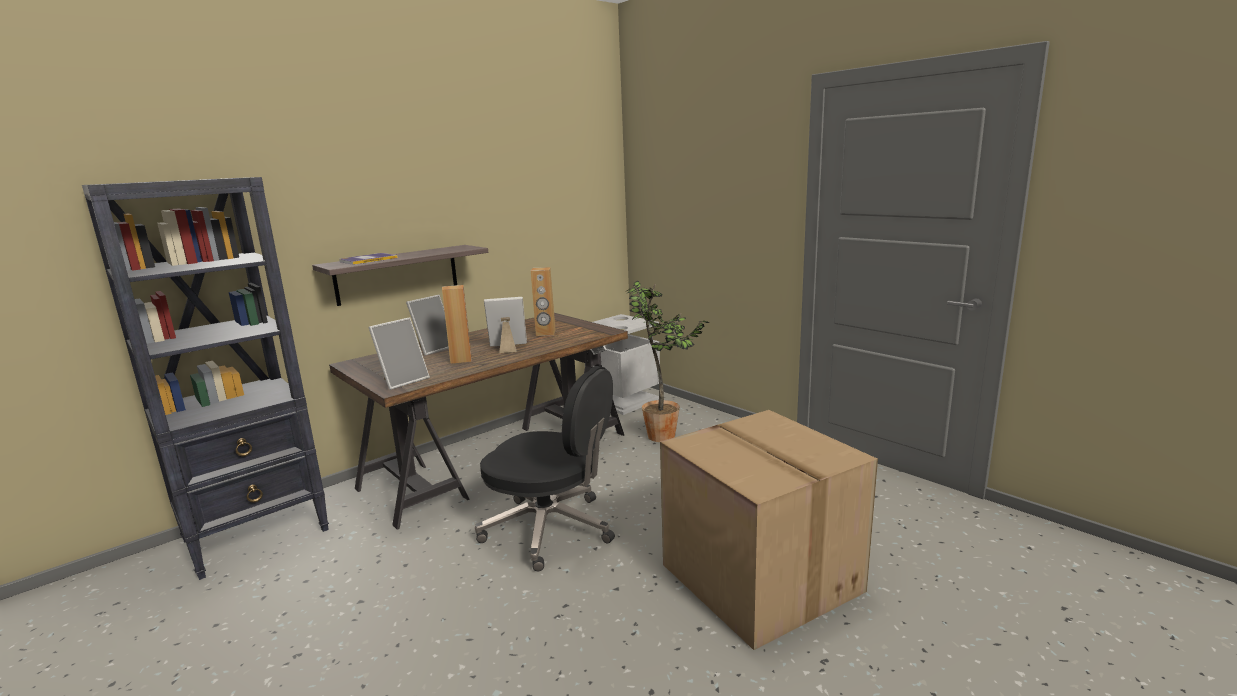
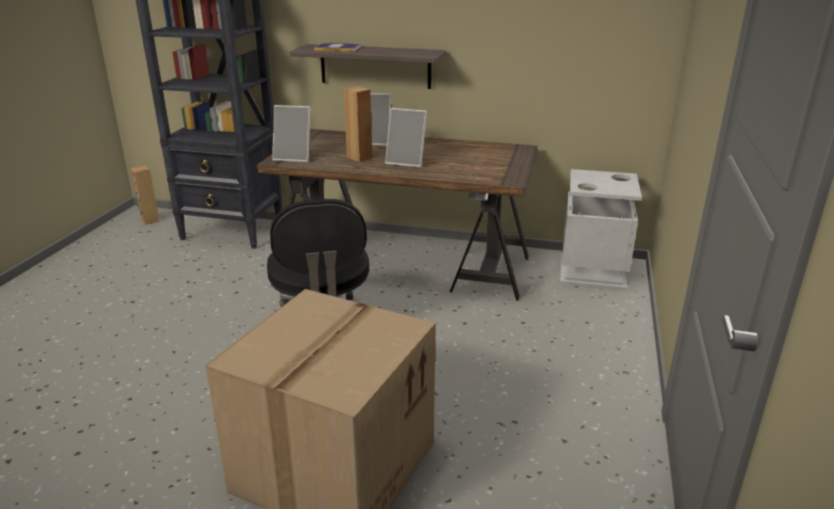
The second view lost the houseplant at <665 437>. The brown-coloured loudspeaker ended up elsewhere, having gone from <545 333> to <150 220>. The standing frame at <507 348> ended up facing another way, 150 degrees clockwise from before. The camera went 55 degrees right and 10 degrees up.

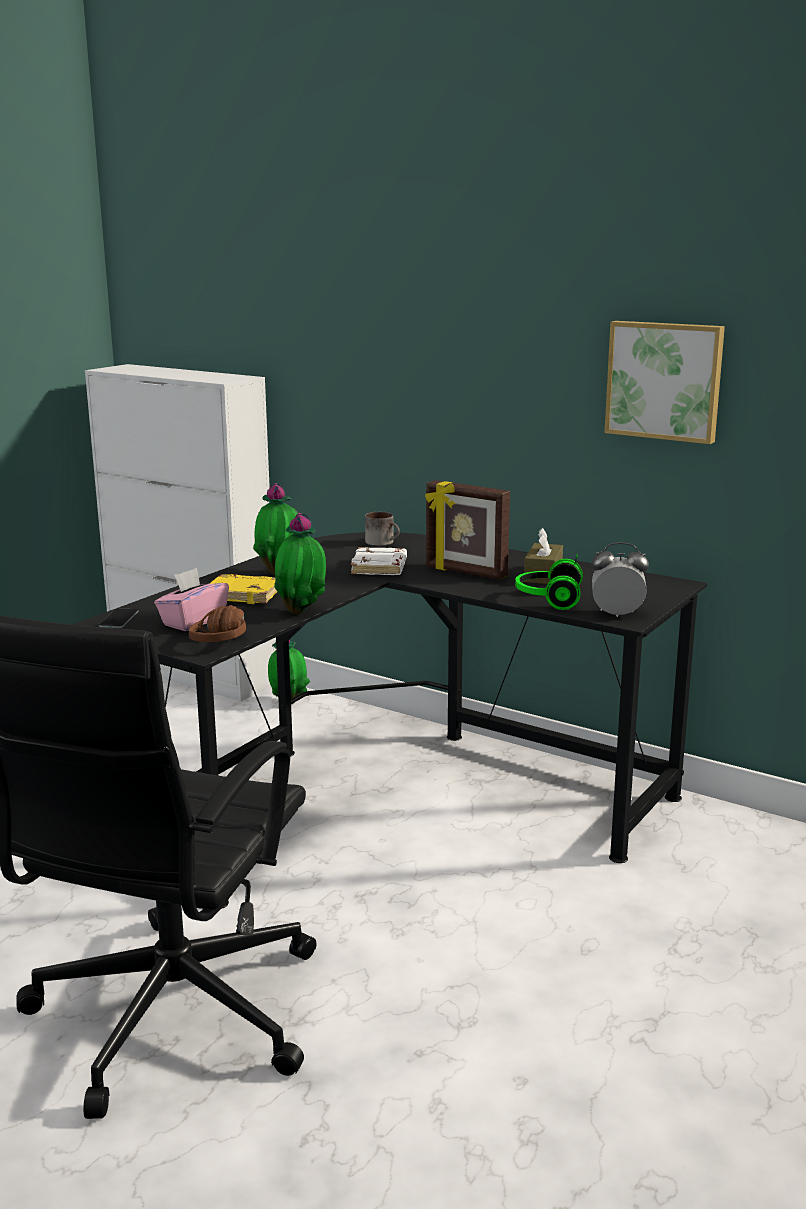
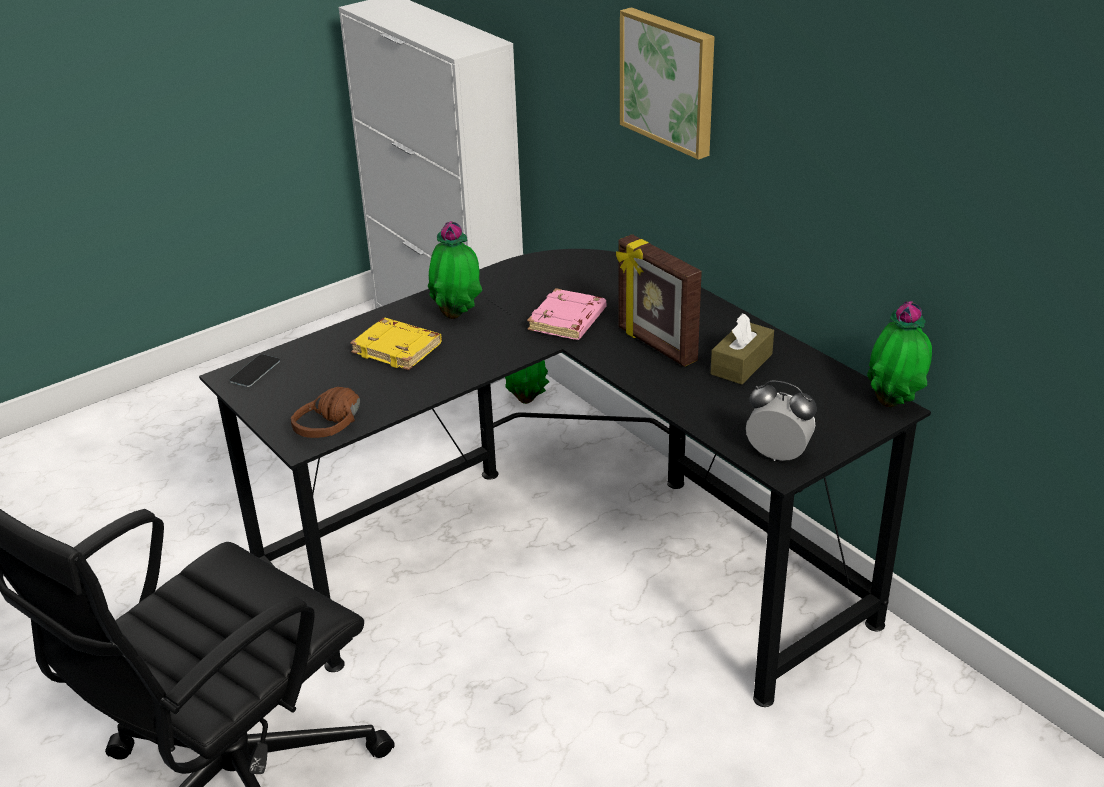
The second view lost the pinkish box of tissues at <193 621>. The second view lost the tea mug at <383 542>. The second view lost the headset at <547 599>. The houseplant ended up elsewhere, having gone from <302 612> to <894 403>. The wall art ended up elsewhere, having gone from <664 380> to <670 81>. What was the whitish bound book at <380 567> turned into the pinkish bound book at <568 321>. The camera went 20 degrees right and 15 degrees up.

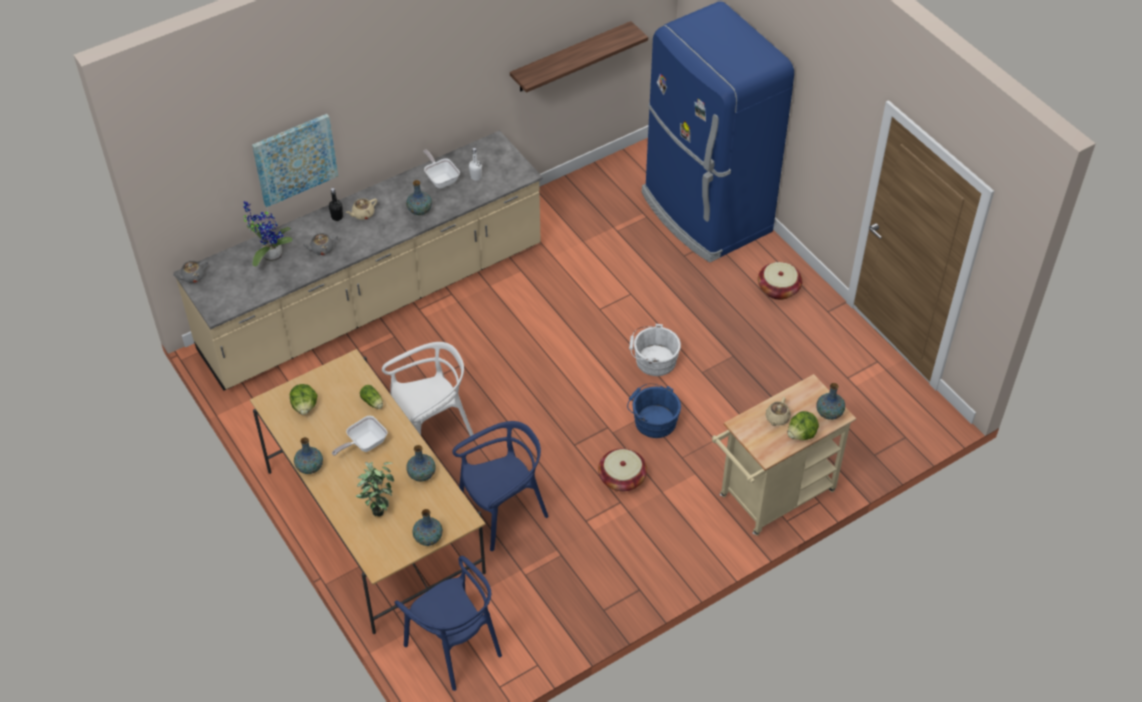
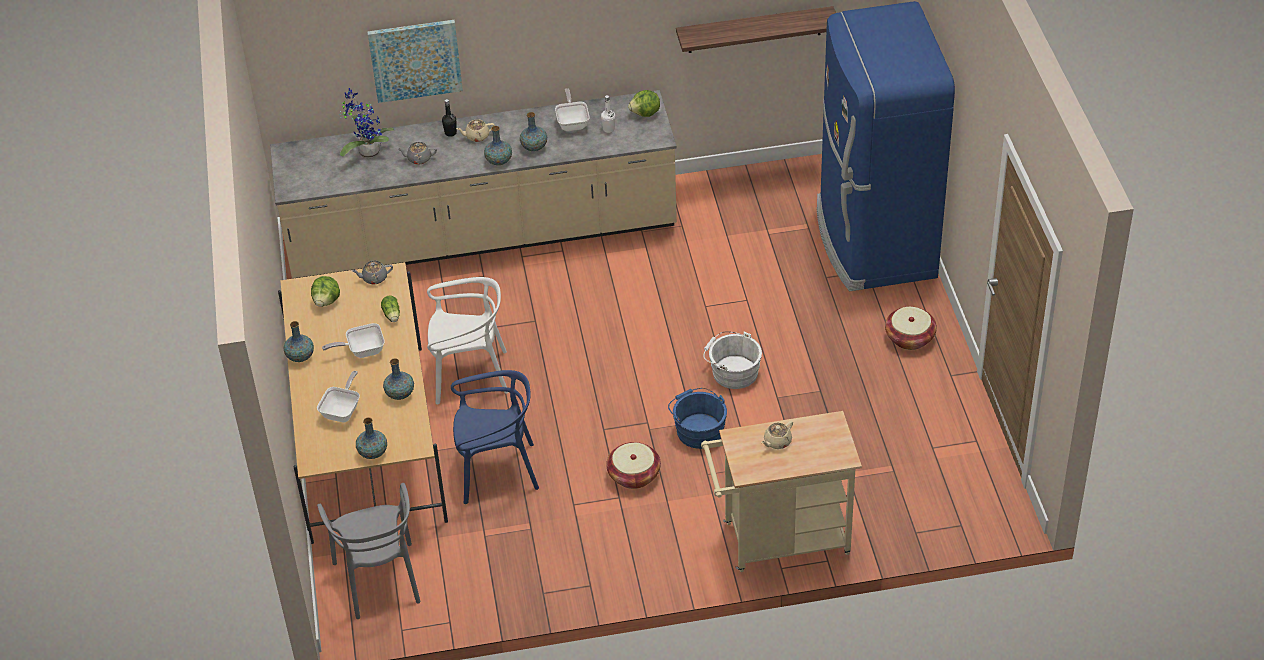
The greyish tea pot ended up elsewhere, having gone from <192 277> to <374 278>. The lettuce ended up elsewhere, having gone from <801 434> to <645 113>. The flower vase ended up elsewhere, having gone from <829 413> to <499 161>. Where the houseplant stood at <378 506>, the skillet came to stand at <343 410>. What was the blue-coloured plain chair at <454 647> turned into the greyish plain chair at <379 580>. The camera went 25 degrees right and 5 degrees down.

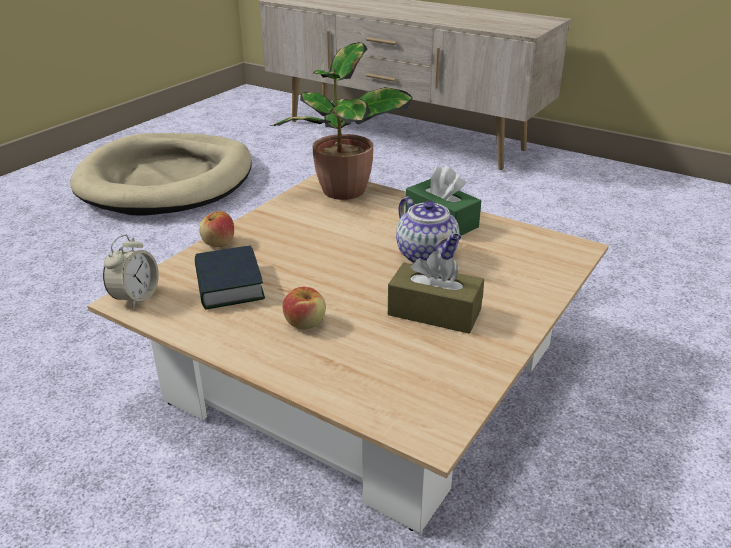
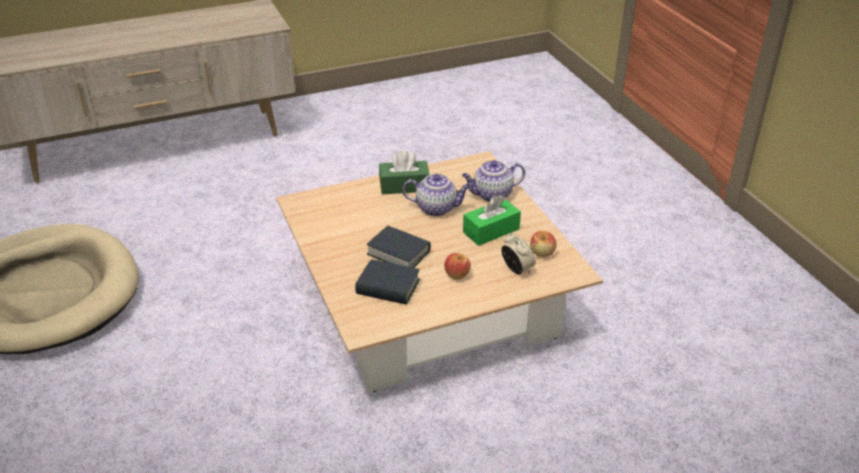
The second view lost the houseplant at <343 192>. The second view gained the bound book at <398 253>. The second view gained the tea pot at <492 195>. The bedside clock ended up elsewhere, having gone from <136 297> to <517 269>. The whole apple ended up elsewhere, having gone from <218 243> to <542 253>. What was the brown-coloured box of tissues at <434 312> turned into the greenish box of tissues at <491 231>. The camera went 55 degrees left and 5 degrees up.

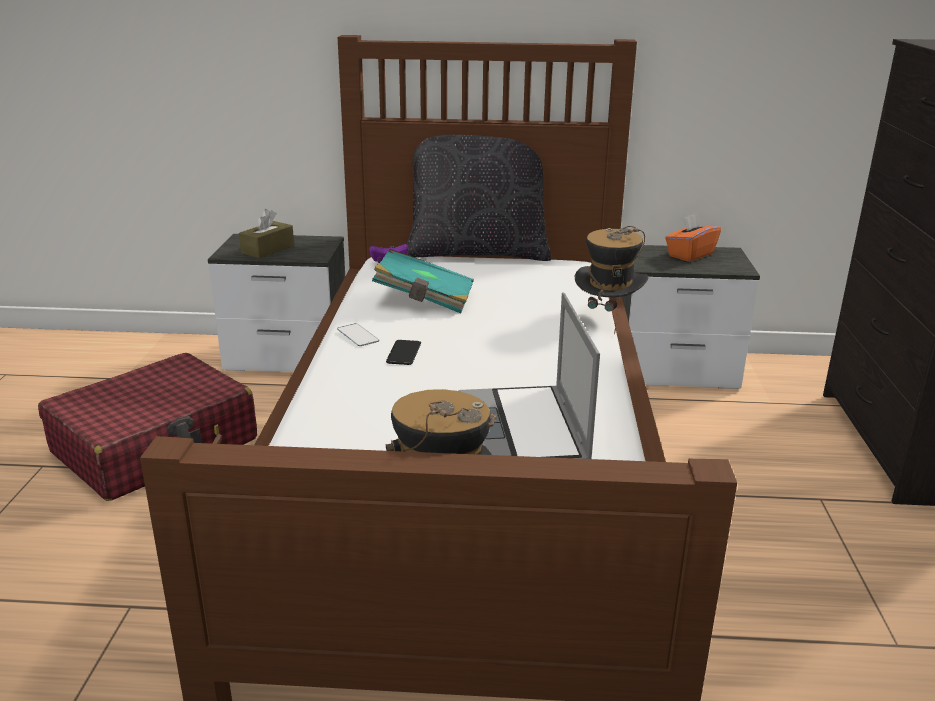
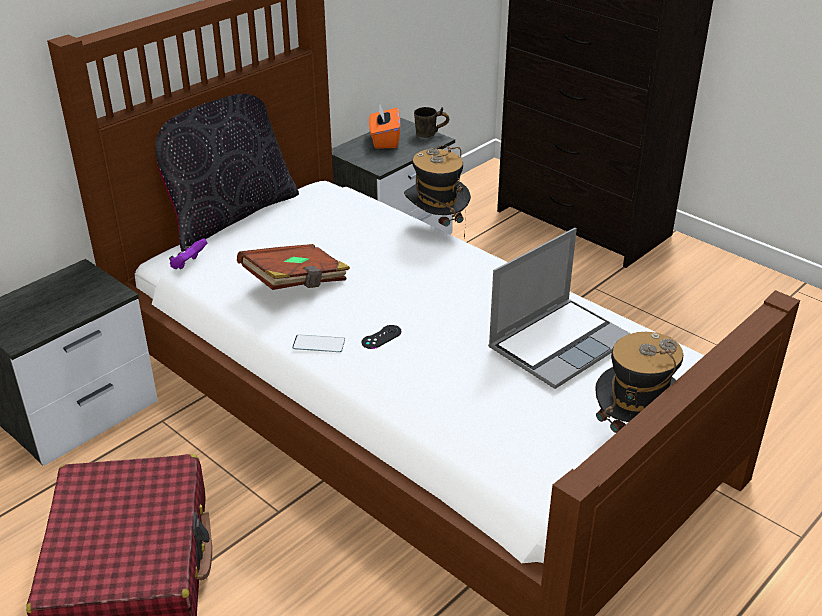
The second view lost the brown-coloured box of tissues at <268 249>. The second view gained the greyish tea mug at <430 135>. Where the phone stood at <404 353>, the blackish gamepad came to stand at <381 337>. What was the turquoise bound book at <424 300> turned into the brown-coloured bound book at <296 283>. The laptop at <524 432> ended up facing another way, 75 degrees counterclockwise from before. The camera went 50 degrees left and 10 degrees up.

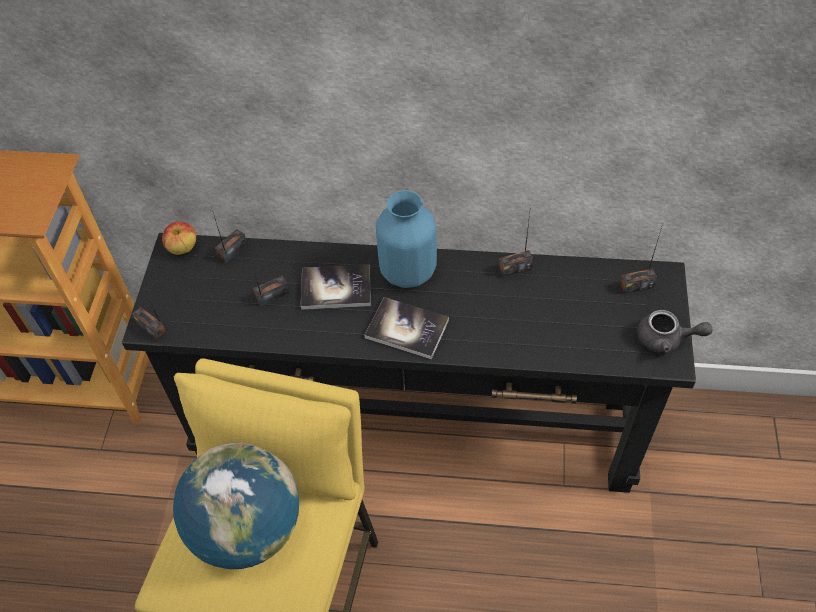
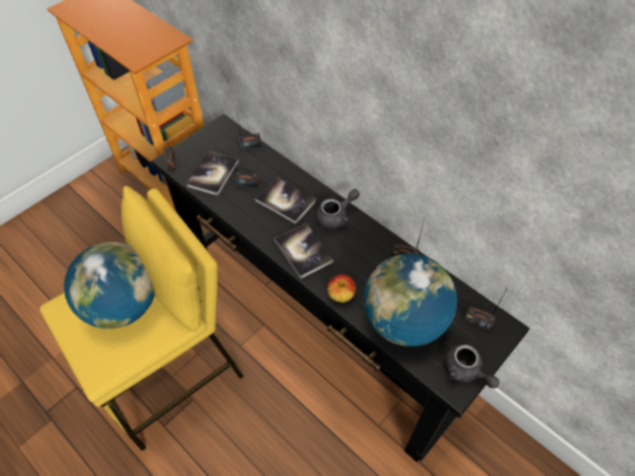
The second view gained the bound book at <213 174>. The second view gained the world globe at <403 321>. The whole apple ended up elsewhere, having gone from <183 248> to <341 295>. Where the blue-coloured flower vase stood at <407 271>, the greyish tea pot came to stand at <336 217>. The camera went 35 degrees right and 0 degrees up.

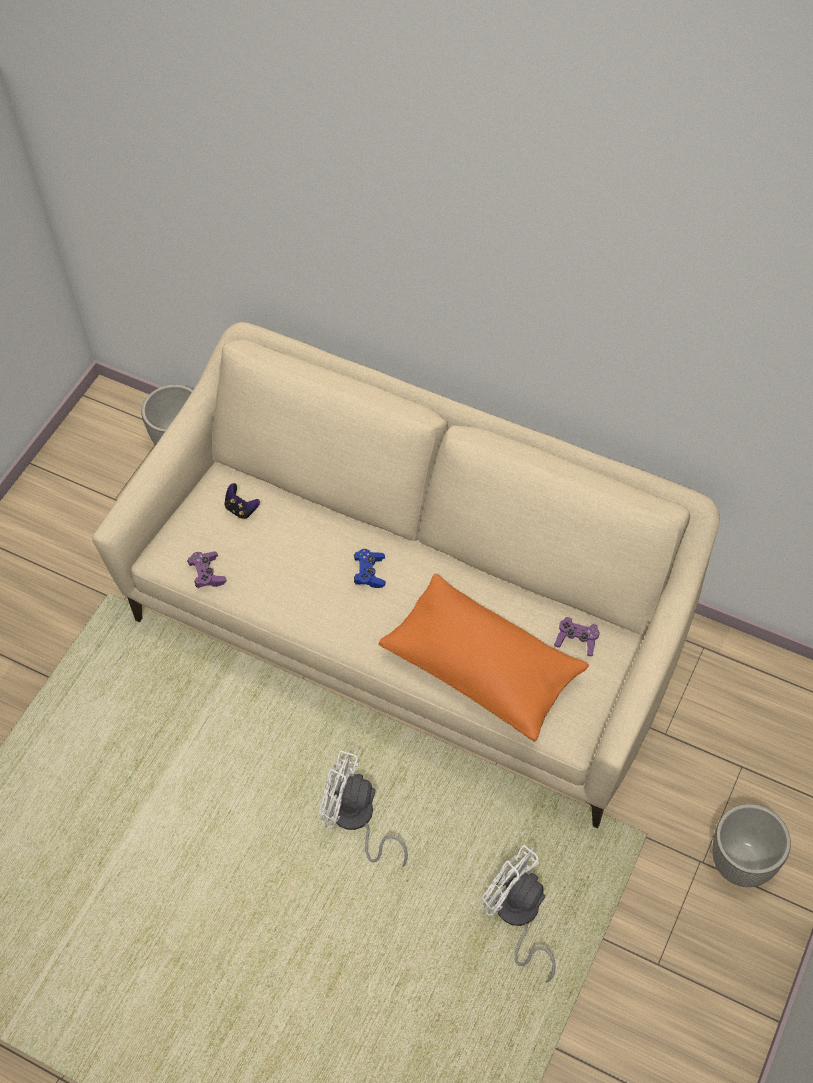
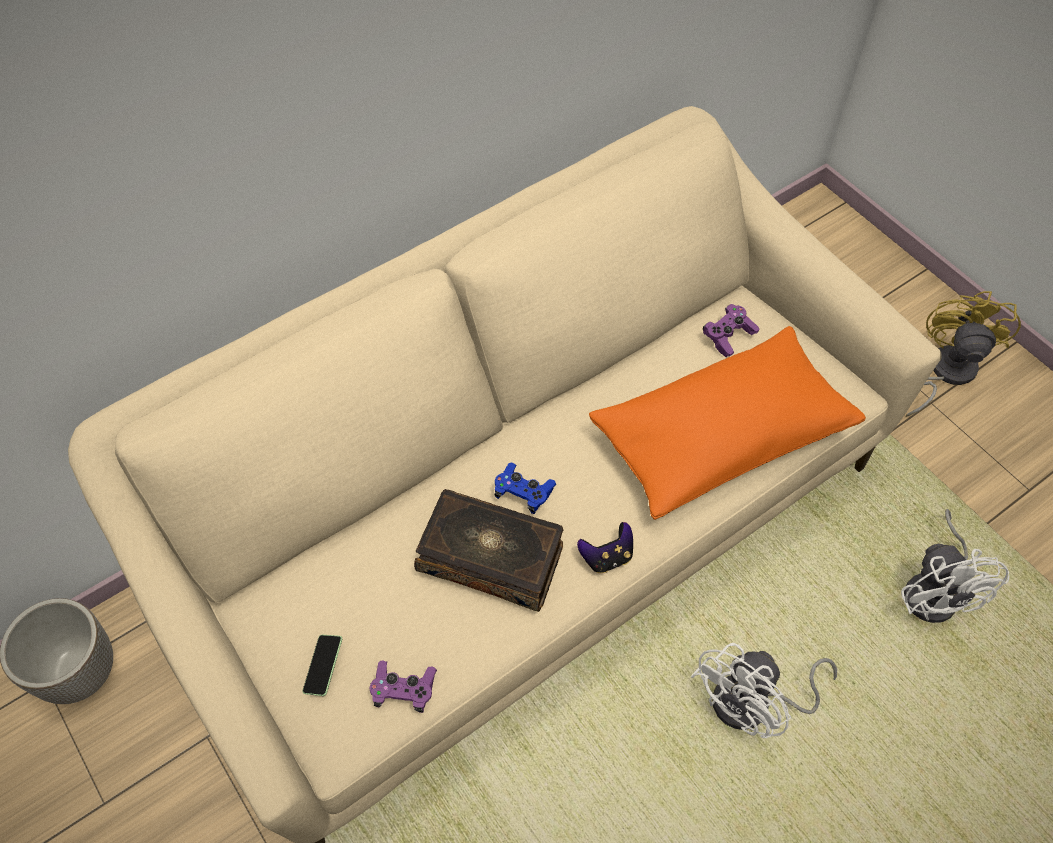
The second view gained the phone at <324 668>. The second view gained the bound book at <491 557>. The gamepad ended up elsewhere, having gone from <241 509> to <607 557>. Where the flower pot stood at <740 862>, the yellow electric fan came to stand at <944 372>. The whitish electric fan at <517 916> ended up facing another way, 75 degrees counterclockwise from before. The camera went 65 degrees left and 0 degrees up.

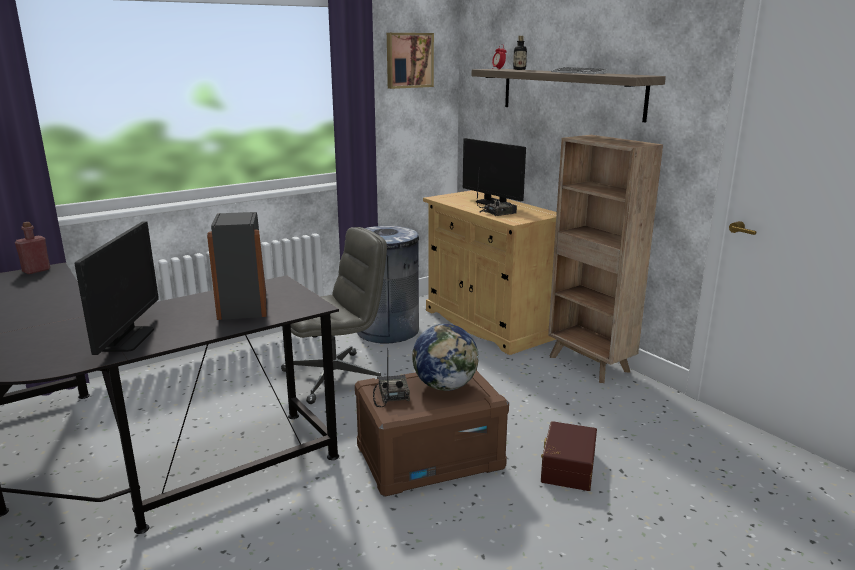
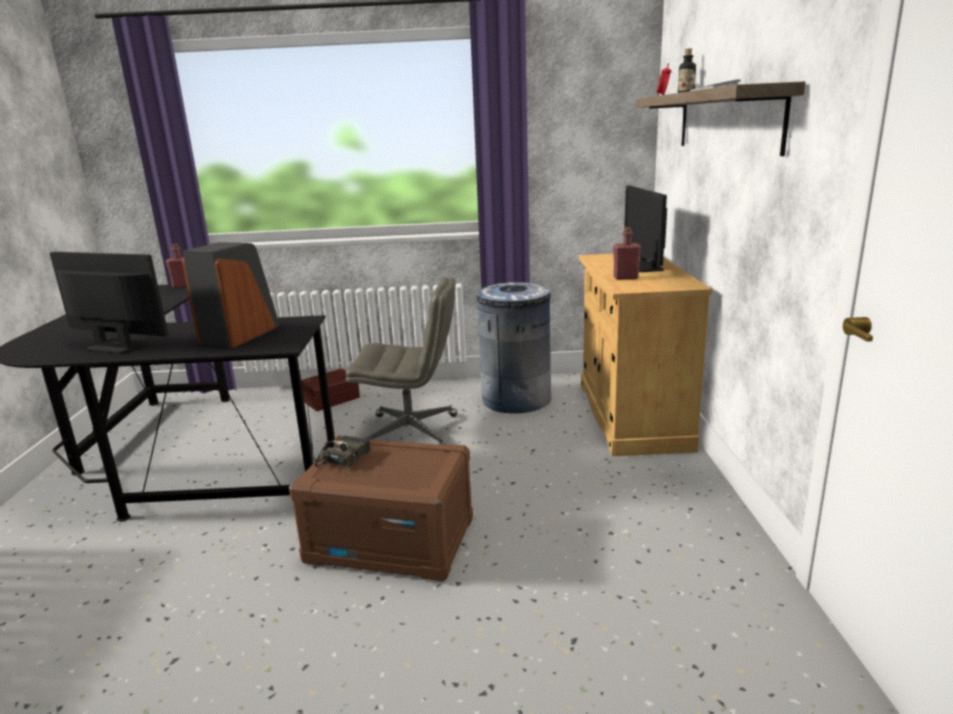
The second view lost the wall art at <409 60>. The second view lost the world globe at <445 386>. The second view lost the brown-coloured bookcase at <590 364>. The brown-coloured storage box ended up elsewhere, having gone from <566 467> to <330 398>. Where the radio set stood at <497 213>, the red-coloured drink bottle came to stand at <625 278>. The computer display at <126 339> ended up facing another way, 105 degrees counterclockwise from before. The camera went 35 degrees right and 0 degrees up.

